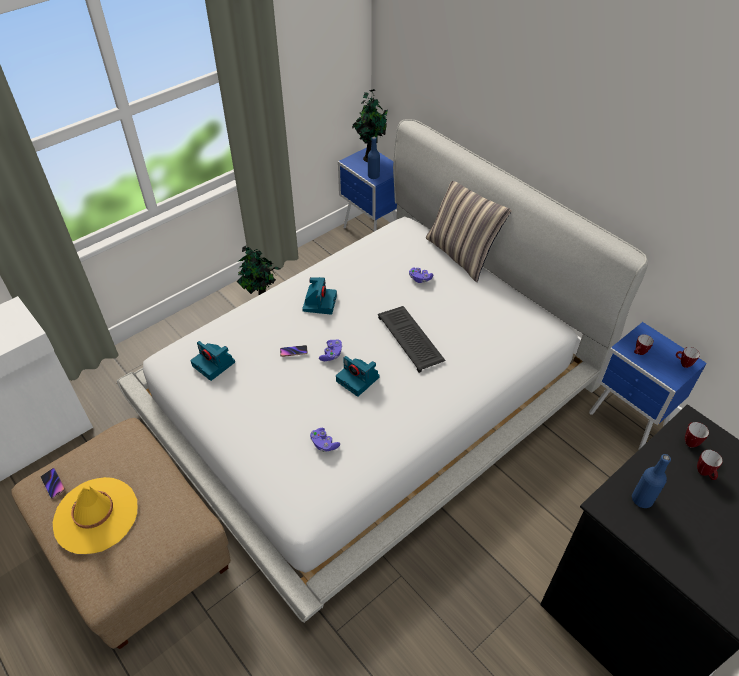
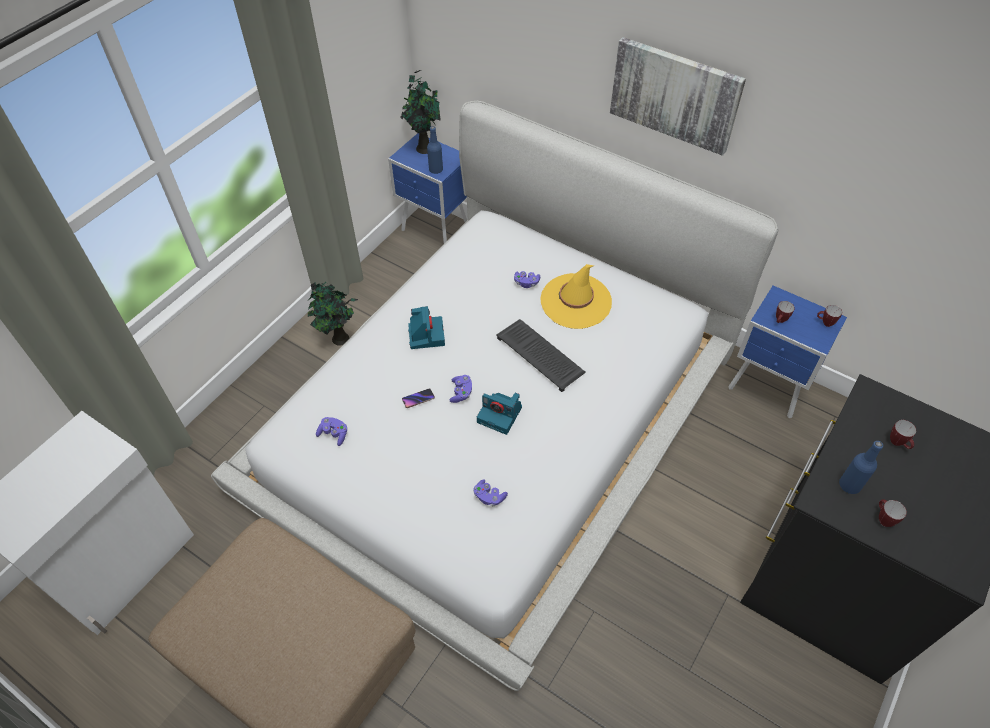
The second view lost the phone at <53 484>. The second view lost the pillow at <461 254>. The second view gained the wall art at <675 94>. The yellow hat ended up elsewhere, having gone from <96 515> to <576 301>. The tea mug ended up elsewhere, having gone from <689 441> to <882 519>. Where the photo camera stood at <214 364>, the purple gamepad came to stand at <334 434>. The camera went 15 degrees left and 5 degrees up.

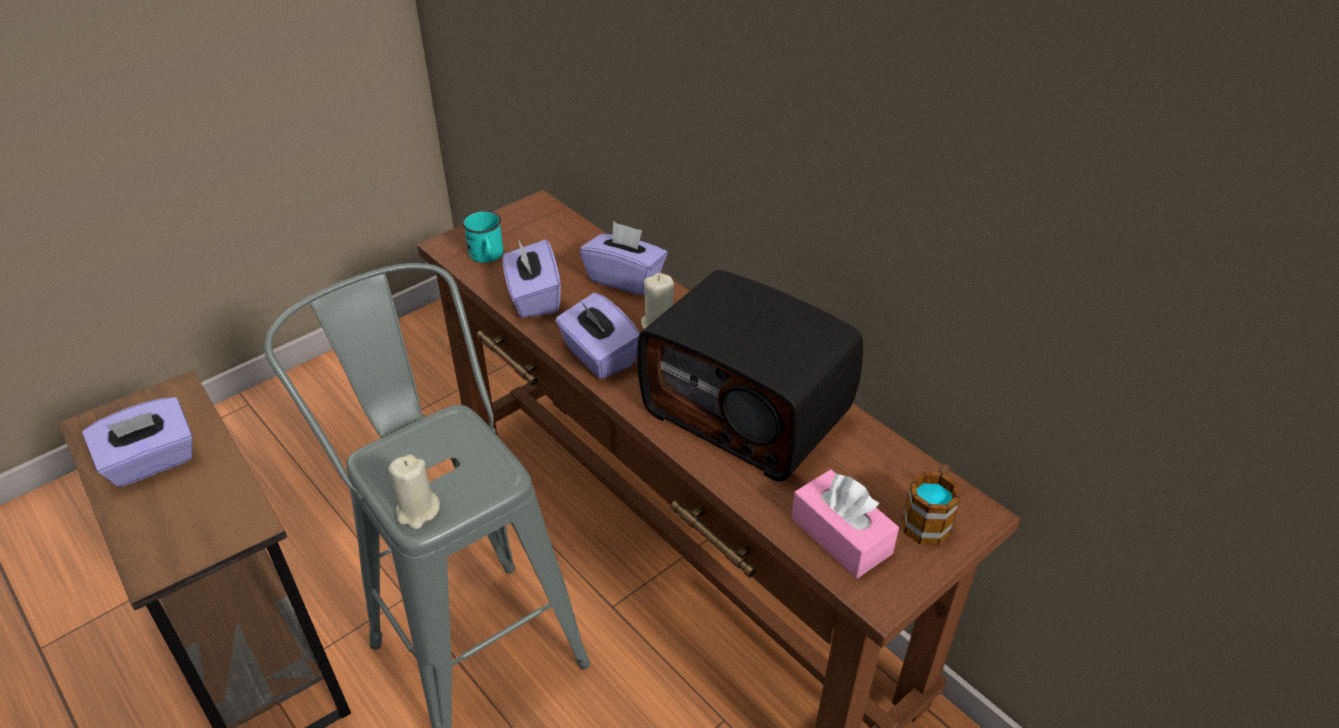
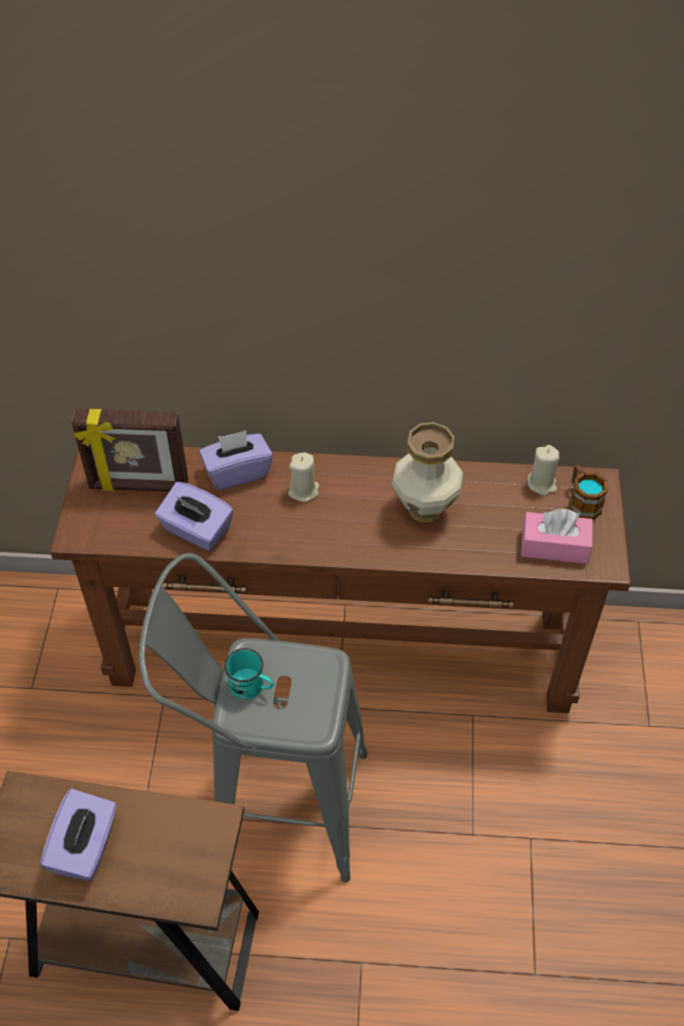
The second view lost the purple box of tissues at <598 356>. The second view gained the standing frame at <138 486>. The beige candle ended up elsewhere, having gone from <417 511> to <542 483>. The turquoise tea mug ended up elsewhere, having gone from <487 256> to <251 686>. Where the radio set stood at <749 411>, the flower vase came to stand at <424 509>. The camera went 45 degrees left and 10 degrees up.

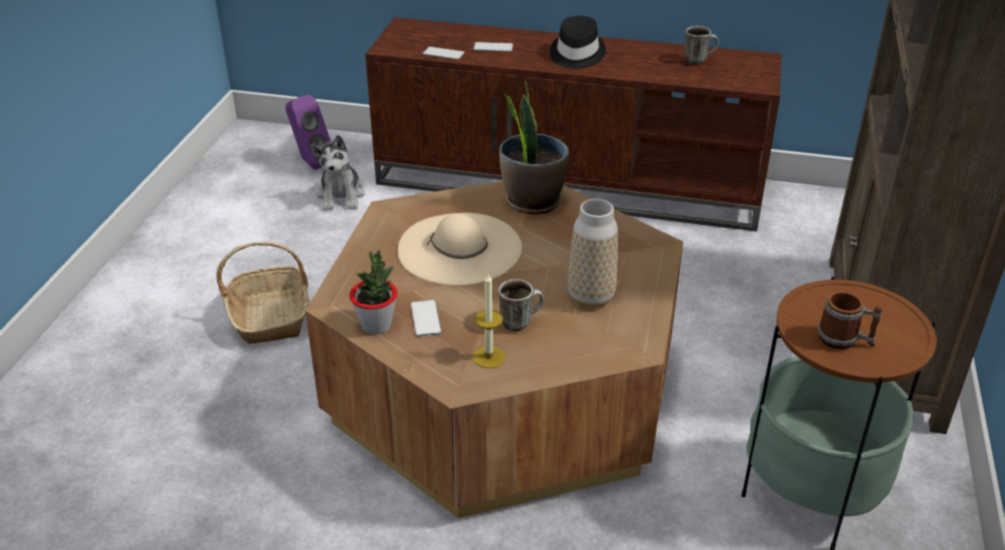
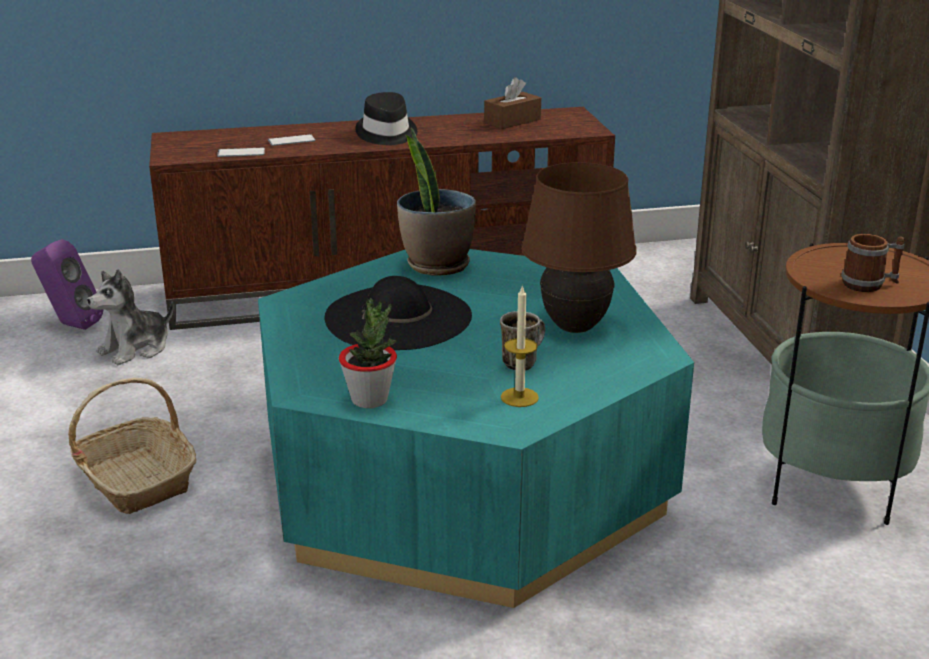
The second view lost the phone at <425 318>. Where the flower vase stood at <591 298>, the brown-coloured tabletop lamp came to stand at <574 327>. Where the tea mug stood at <698 60>, the brown-coloured box of tissues came to stand at <512 121>. What was the brown-coloured coffee table at <503 389> turned into the turquoise coffee table at <465 479>. What was the beige hat at <460 248> turned into the blackish hat at <398 317>. The plush toy at <341 196> ended up facing another way, 75 degrees clockwise from before. The camera went 25 degrees left and 10 degrees down.

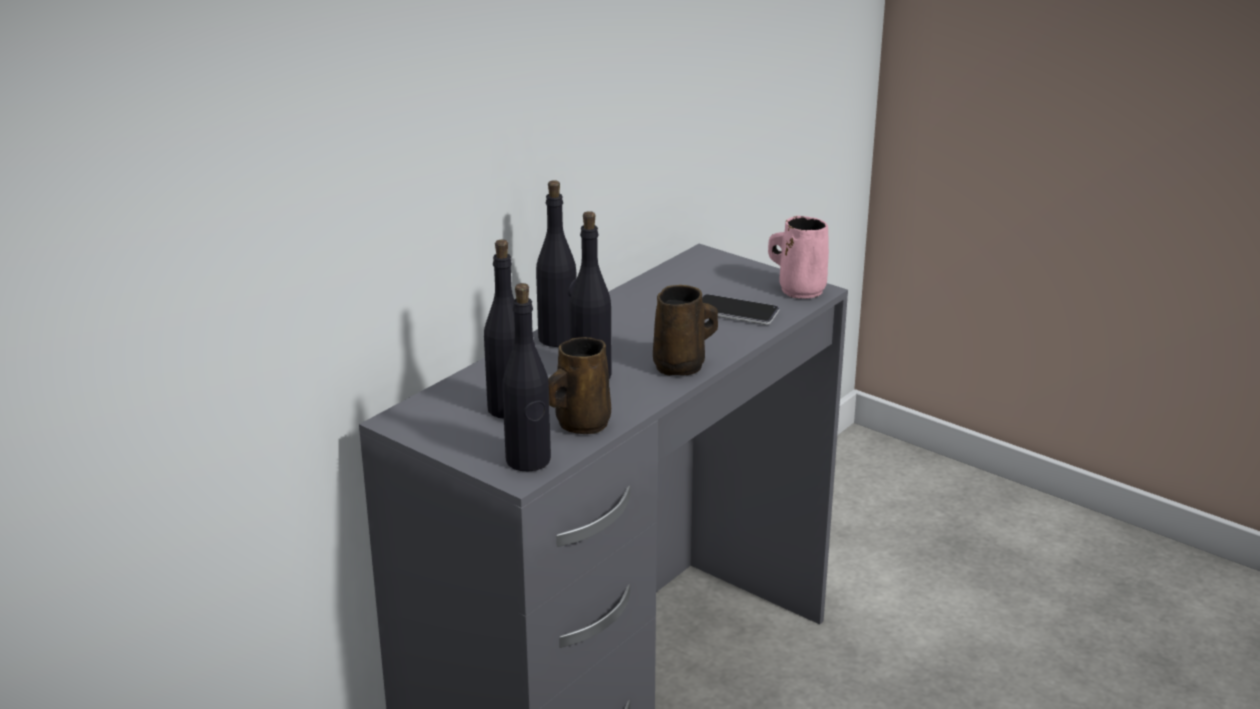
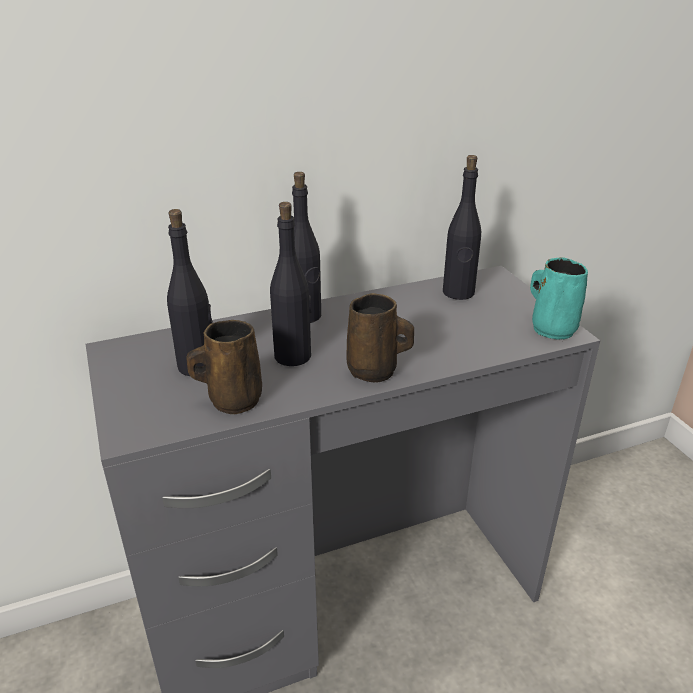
The second view lost the phone at <735 312>. The blackish drink bottle ended up elsewhere, having gone from <528 460> to <458 292>. What was the pinkish tea mug at <799 290> turned into the turquoise tea mug at <551 328>. The camera went 30 degrees right and 5 degrees up.

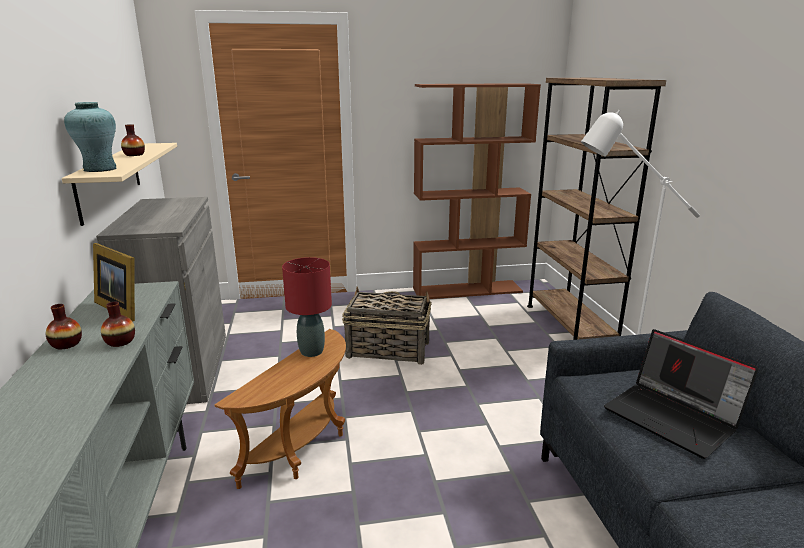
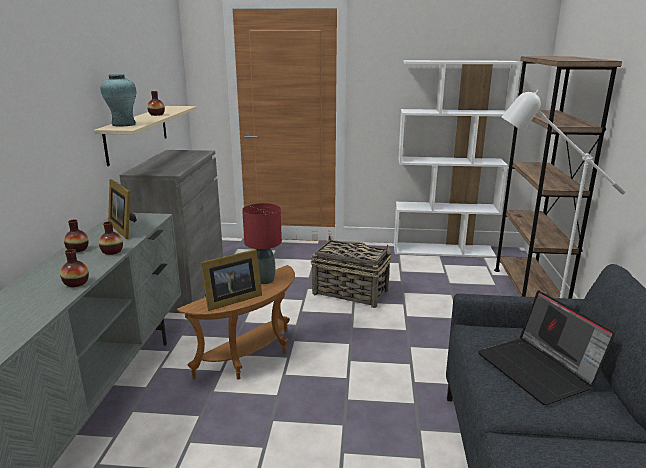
The second view gained the flower vase at <76 283>. The second view gained the standing frame at <230 300>. What was the brown-coloured bookcase at <467 290> turned into the whitish bookcase at <443 250>. The camera went 15 degrees right and 0 degrees up.

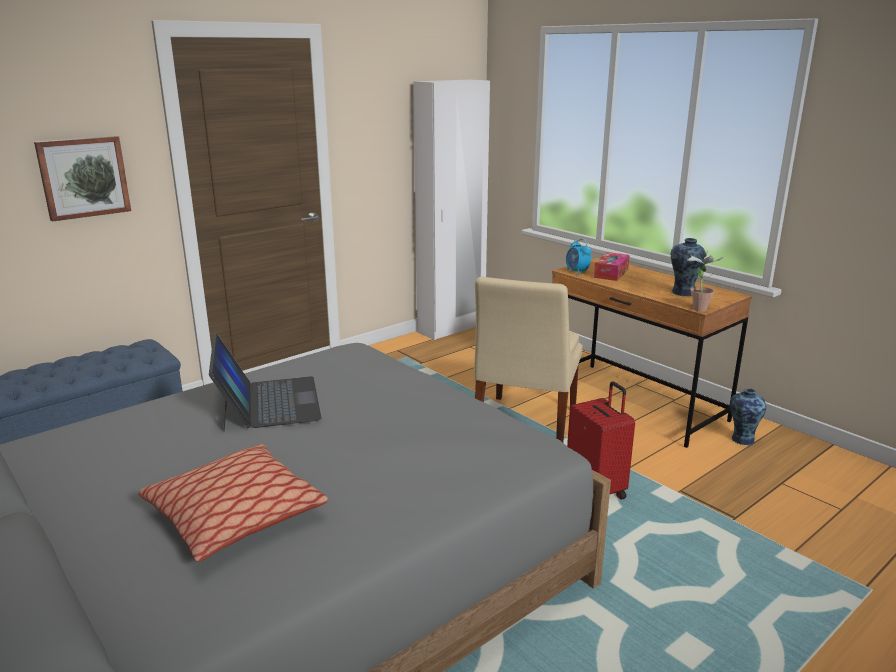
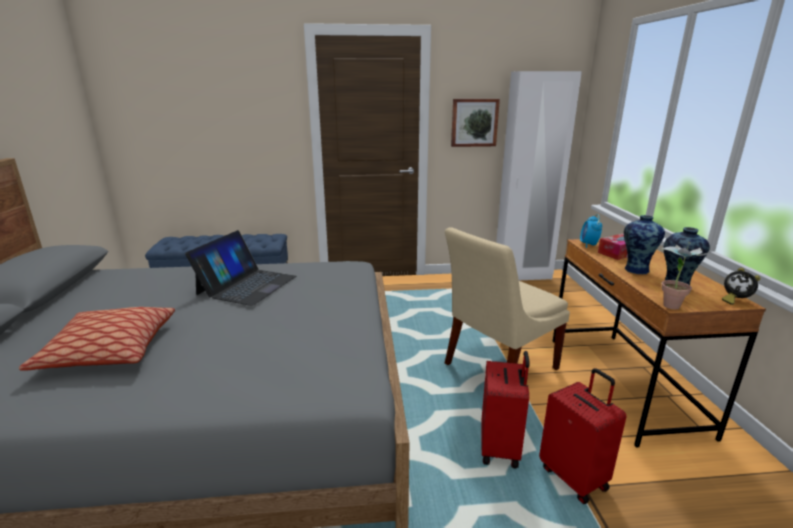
The second view gained the red-coloured piece of luggage at <574 477>. The second view gained the bedside clock at <734 300>. The wall art ended up elsewhere, having gone from <83 177> to <474 122>. The flower vase ended up elsewhere, having gone from <741 439> to <636 269>. The camera went 35 degrees right and 0 degrees up.

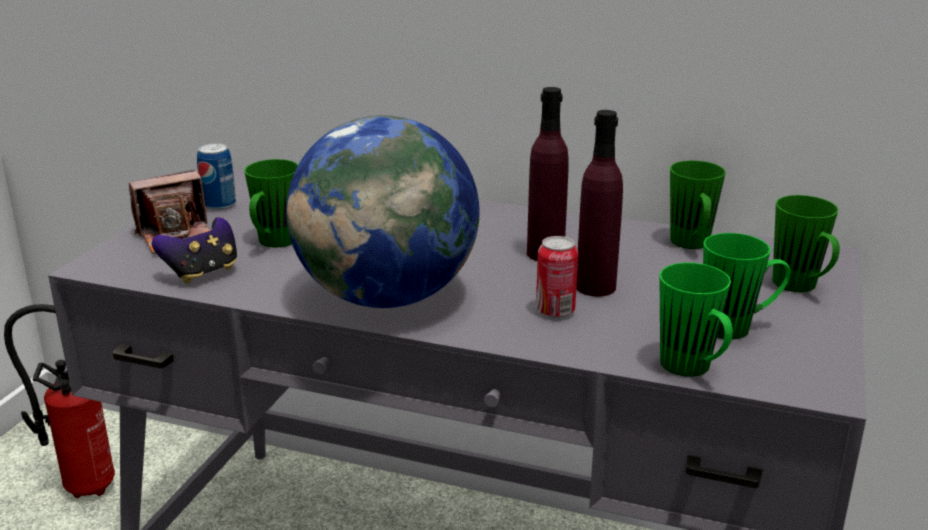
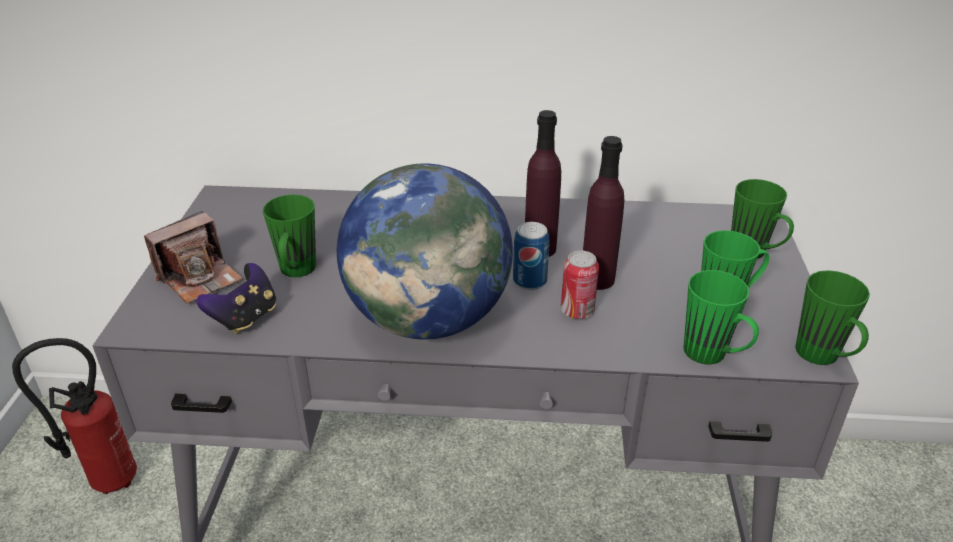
The sealed can ended up elsewhere, having gone from <219 205> to <529 281>. The greenish tea mug ended up elsewhere, having gone from <692 246> to <823 359>. The camera went 15 degrees left and 10 degrees up.

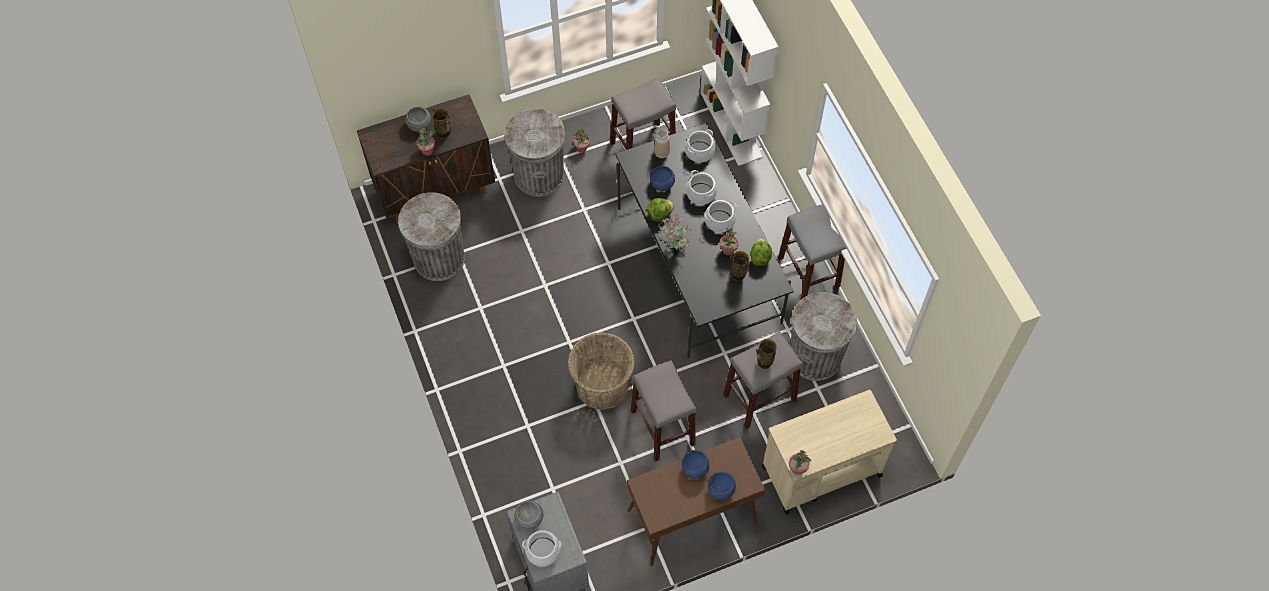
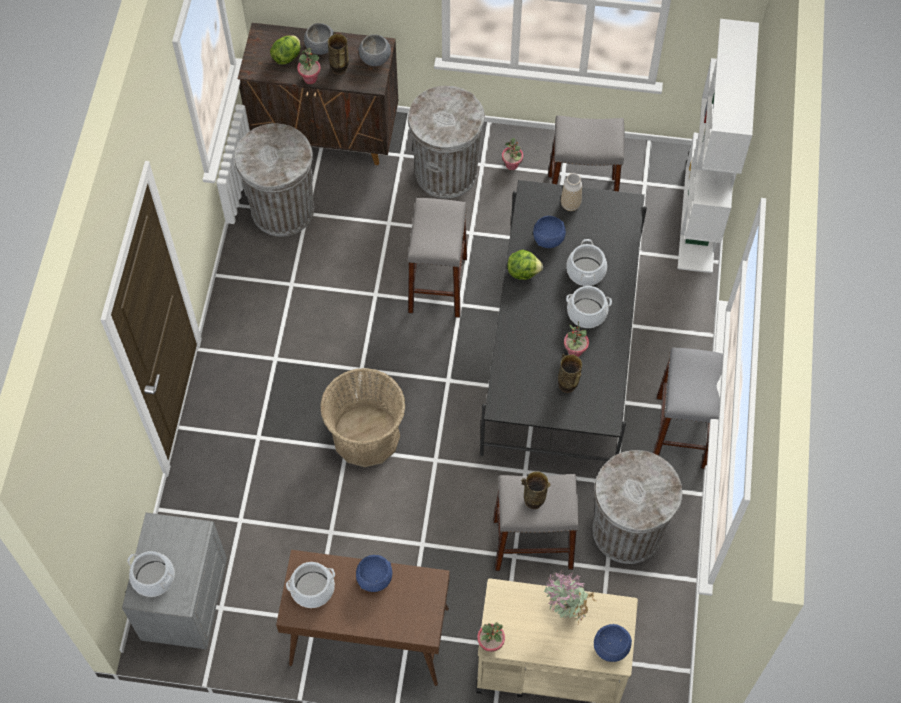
The greyish bowl ended up elsewhere, having gone from <529 518> to <375 58>. The greyish stool seat ended up elsewhere, having gone from <662 427> to <437 284>. The houseplant ended up elsewhere, having gone from <673 249> to <565 610>. The stockpot ended up elsewhere, having gone from <699 152> to <312 589>. The blue-coloured bowl ended up elsewhere, having gone from <721 490> to <610 648>. The lettuce ended up elsewhere, having gone from <760 257> to <287 57>. The camera went 30 degrees right and 0 degrees up.

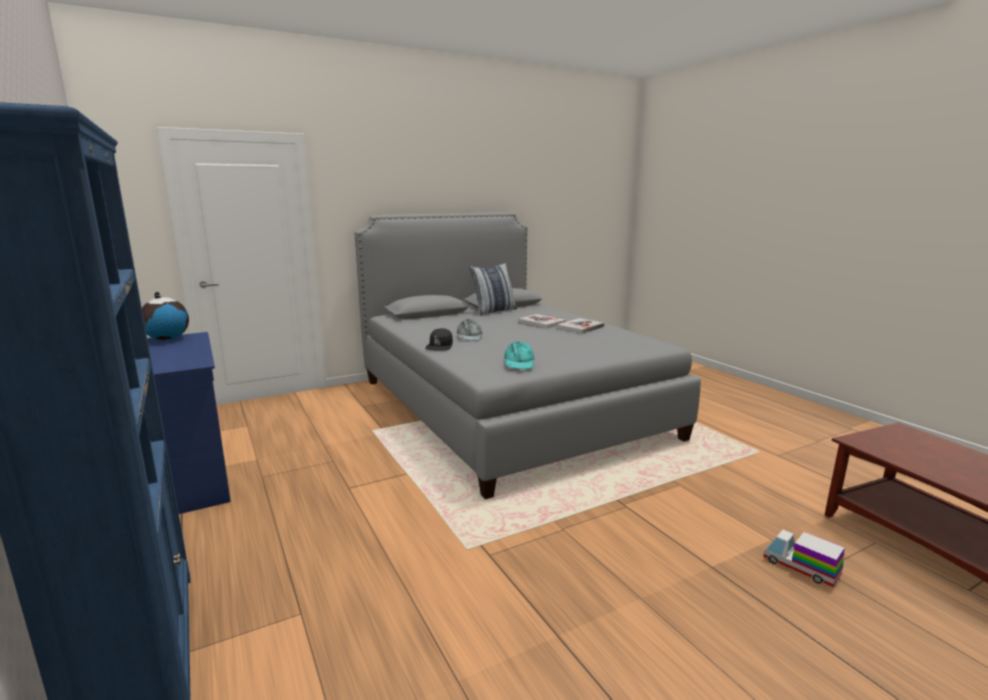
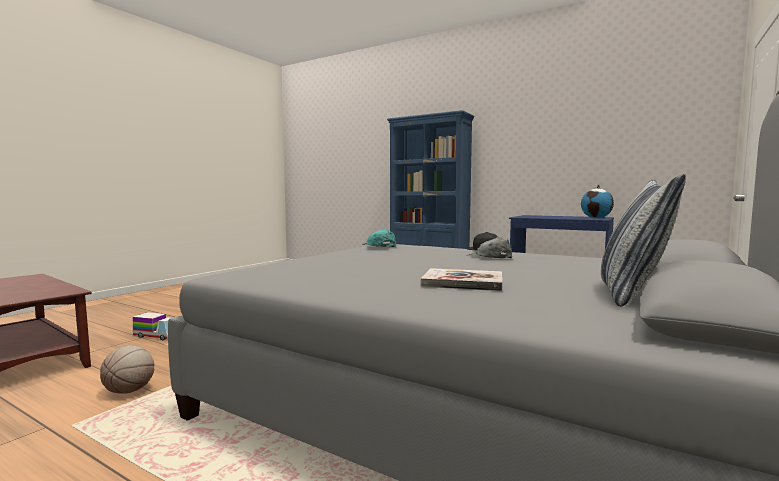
The second view lost the bound book at <580 327>. The second view gained the basketball at <129 391>. The camera went 150 degrees right and 10 degrees down.

